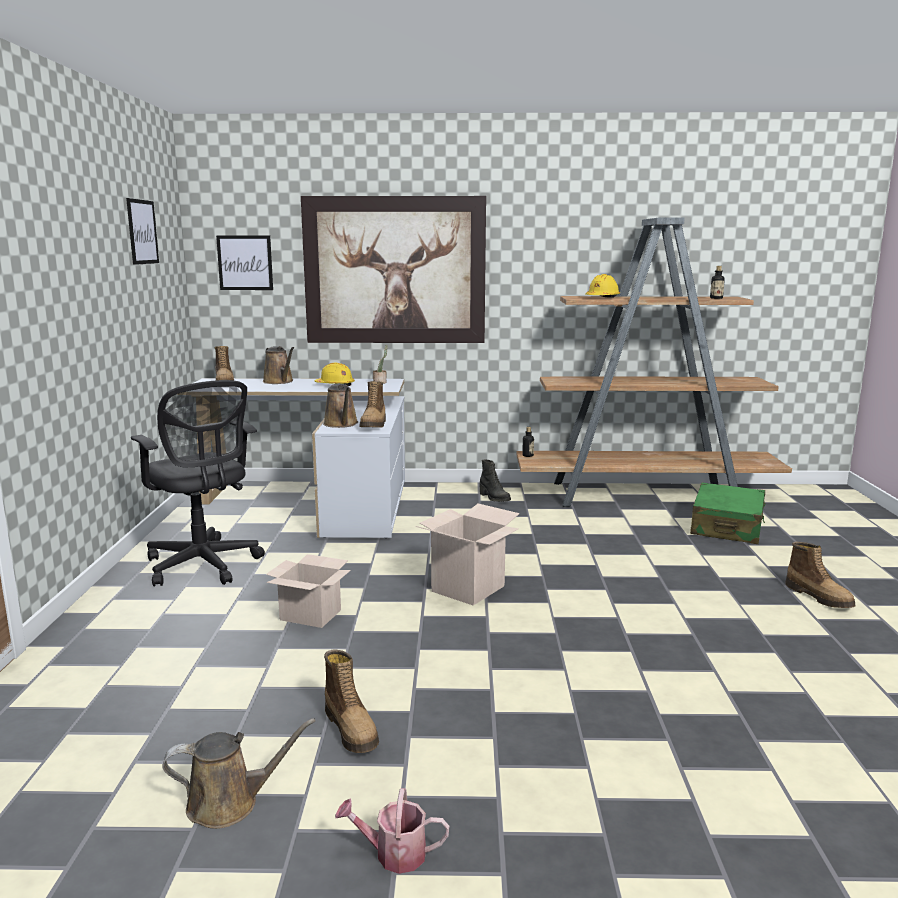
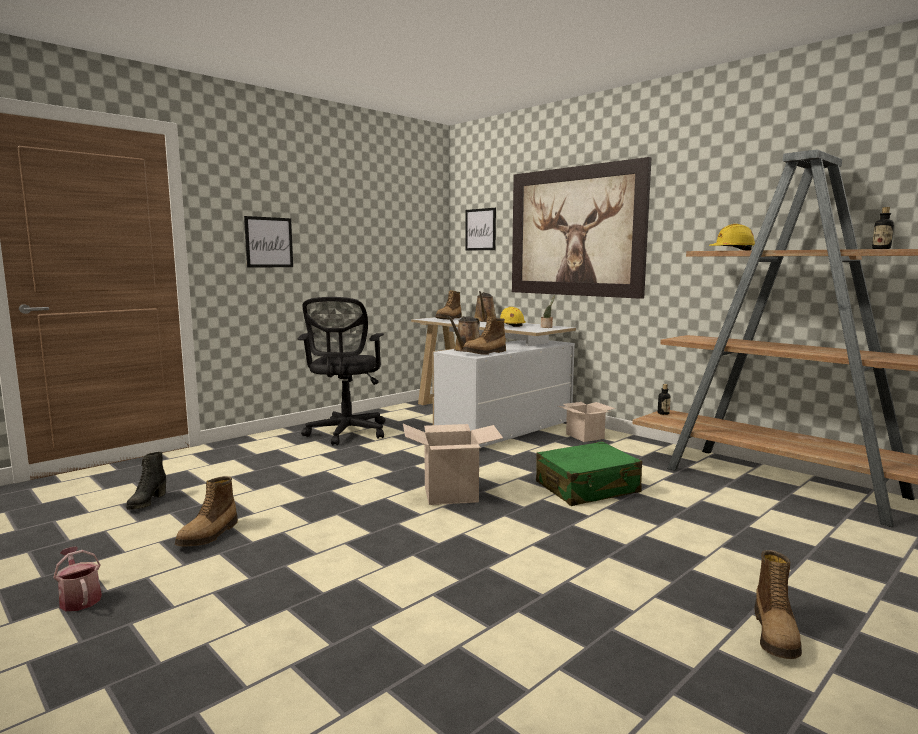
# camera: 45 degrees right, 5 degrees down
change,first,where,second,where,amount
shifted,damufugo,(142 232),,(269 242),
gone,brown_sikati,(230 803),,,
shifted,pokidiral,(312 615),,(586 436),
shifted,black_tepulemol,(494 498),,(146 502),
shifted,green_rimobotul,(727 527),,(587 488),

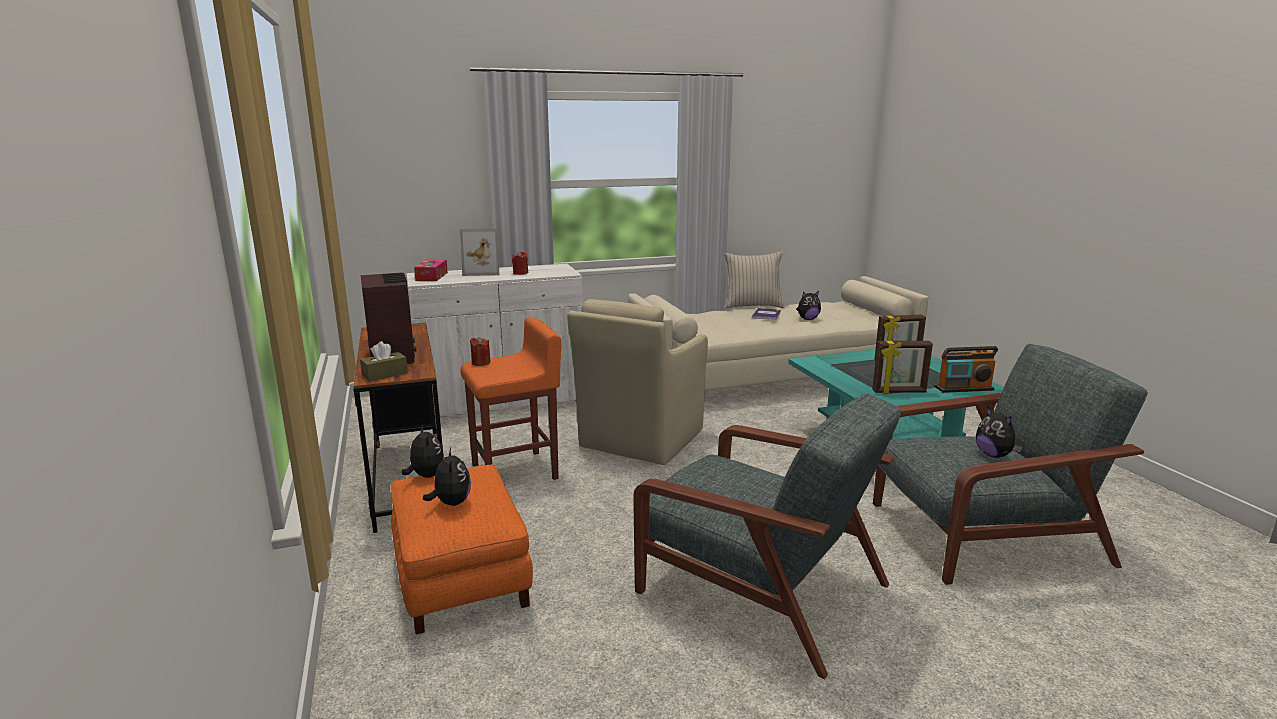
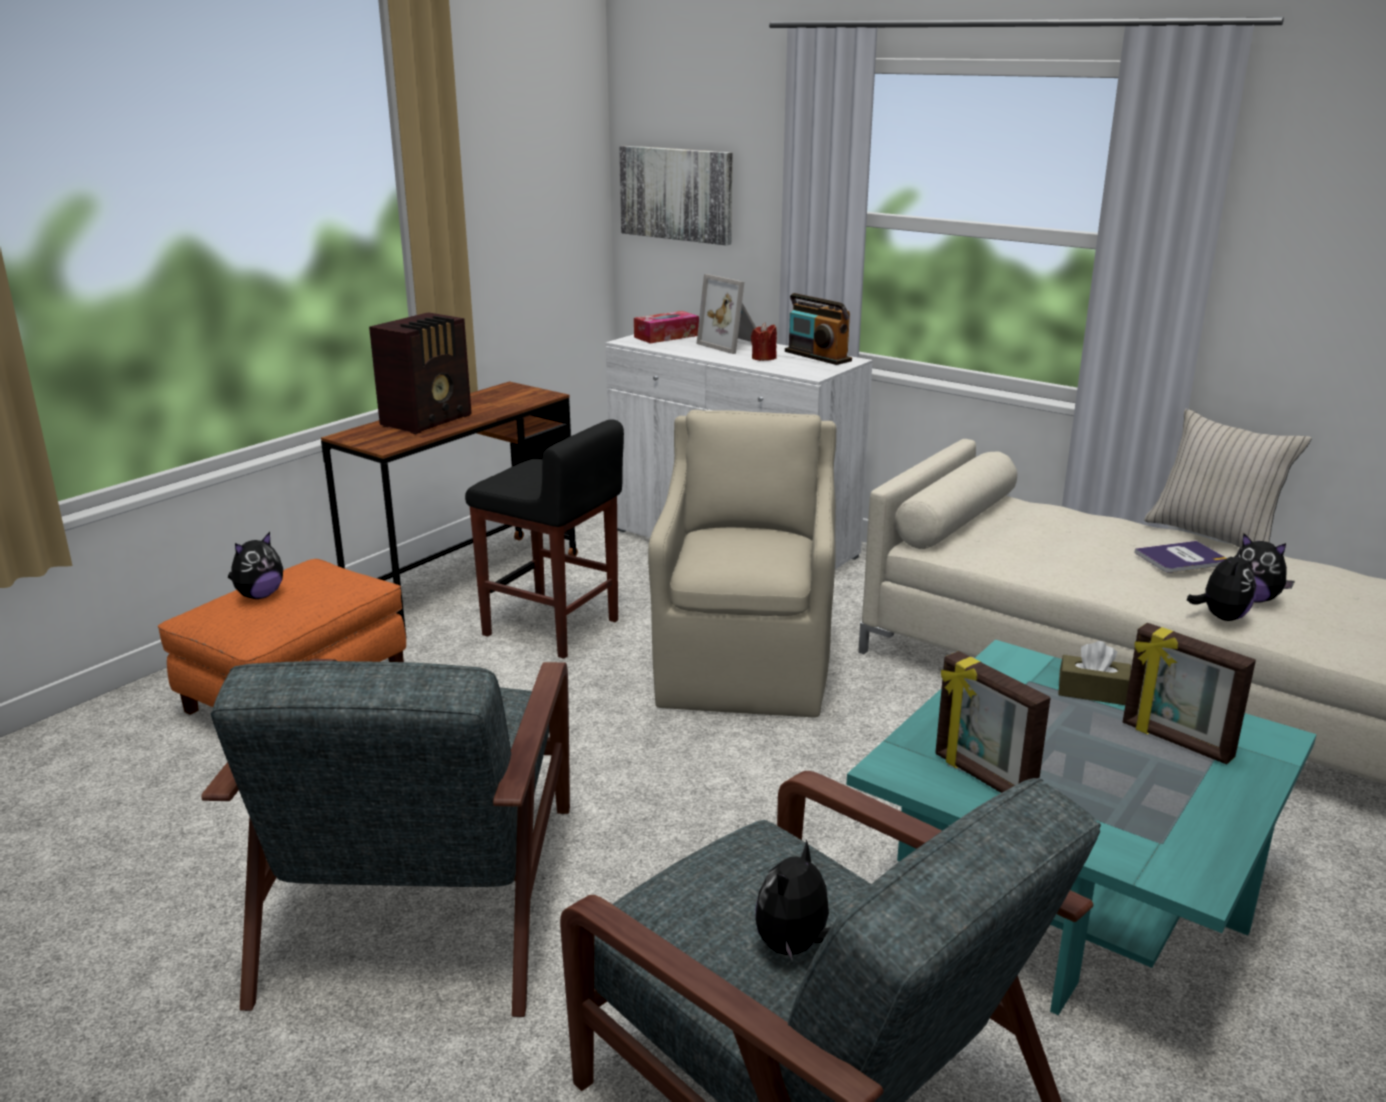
# camera: 55 degrees right, 5 degrees up
change,first,where,second,where,amount
shifted,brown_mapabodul,(385 374),,(1092 692),
shifted,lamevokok,(426 476),,(1221 617),
repainted,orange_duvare,(516 471),black_duvare,(552 628),
gone,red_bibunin,(481 363),,,
rotated,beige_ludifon,(639 439),,(745 668),105 degrees clockwise
shifted,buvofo,(964 388),,(817 356),
new,,,damufugo,(677 194),

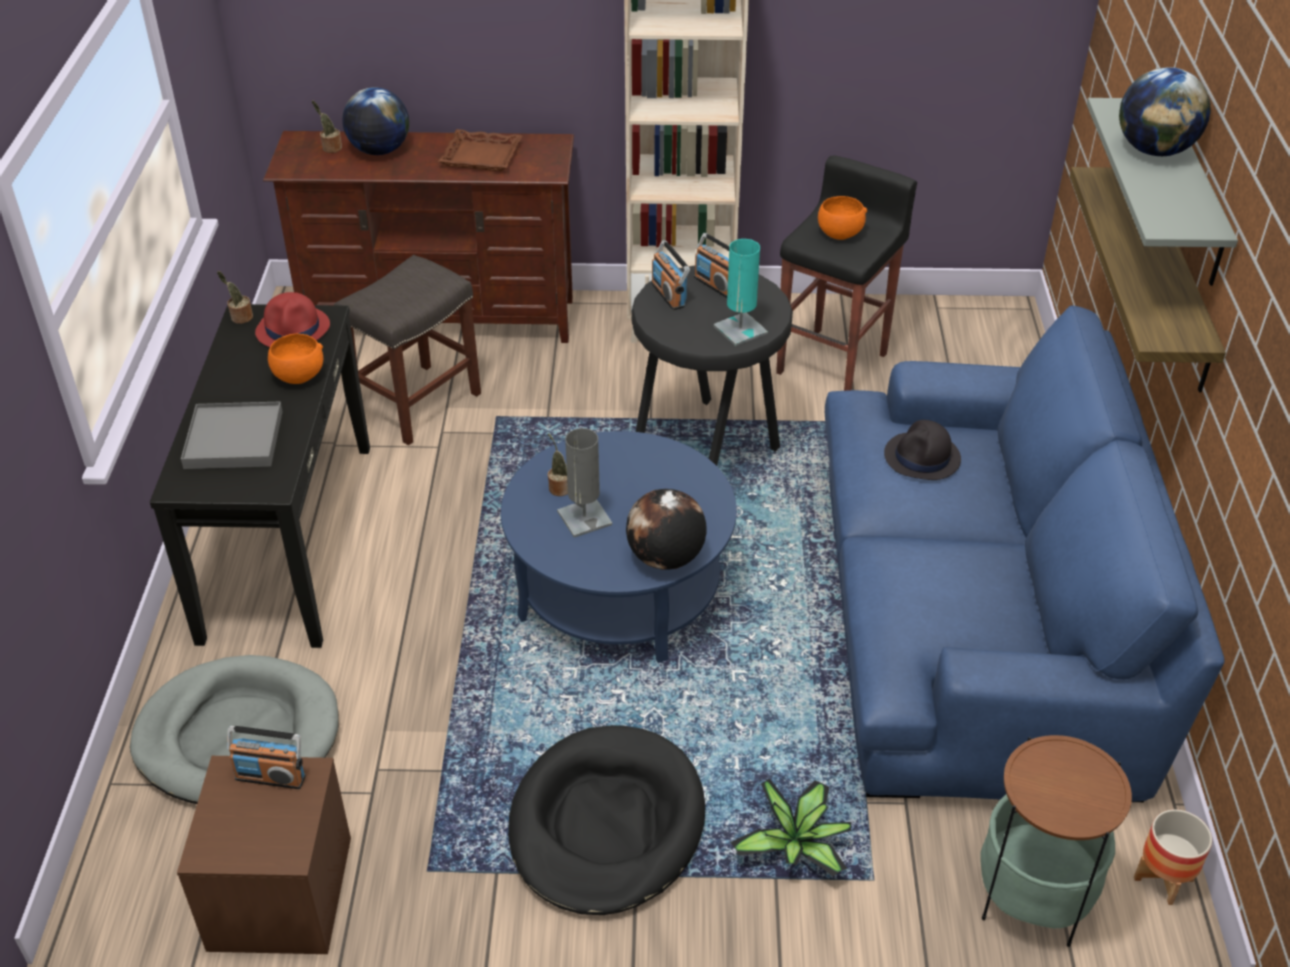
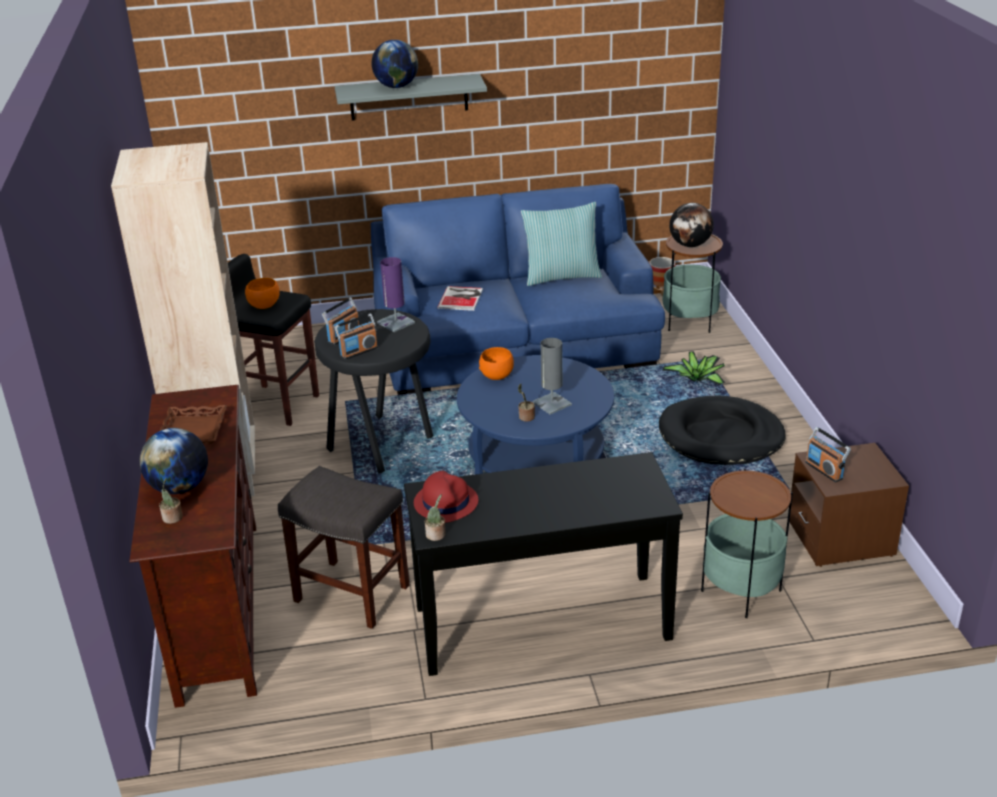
# camera: 100 degrees left, 10 degrees down
change,first,where,second,where,amount
swapped,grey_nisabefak,(238 736),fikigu,(741 591),
gone,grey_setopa,(233 439),,,
rotated,buvofo,(271 777),,(824 470),150 degrees clockwise
shifted,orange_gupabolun,(298 376),,(497 376),
shifted,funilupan,(665 558),,(690 245),
repainted,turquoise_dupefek,(740 330),purple_dupefek,(396 323),
swapped,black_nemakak,(922 458),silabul,(461 298),
gone,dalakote,(1174 280),,,
new,,,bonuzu,(561 276),

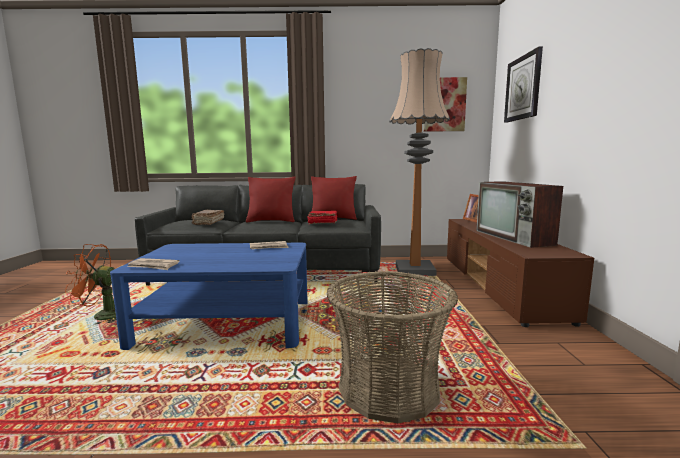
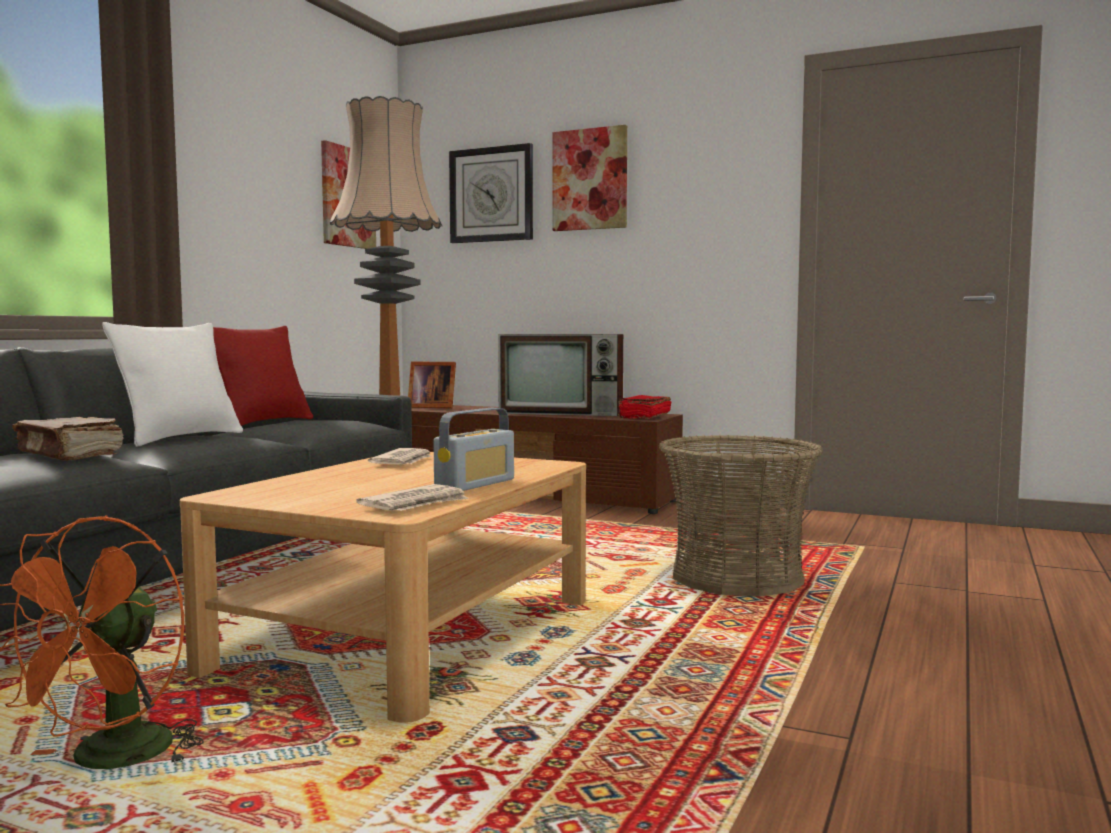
# camera: 65 degrees left, 5 degrees down
change,first,where,second,where,amount
repainted,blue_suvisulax,(226 322),beige_suvisulax,(409 633),
repainted,red_bonuzu,(271 221),white_bonuzu,(180 438),
shifted,red_silabul,(322 223),,(644 417),
new,,,buvofo,(475 484),
new,,,damufugo,(590 179),

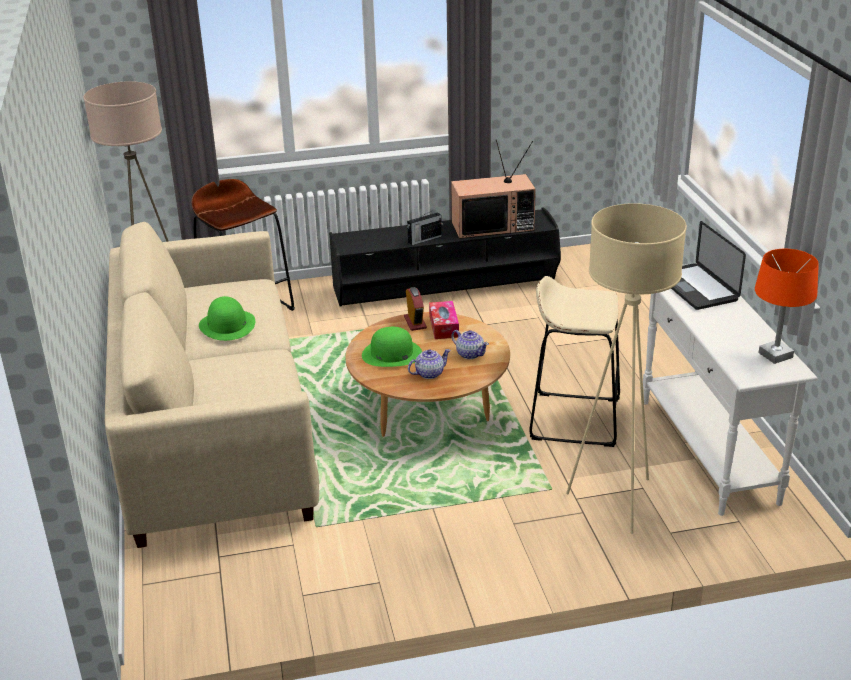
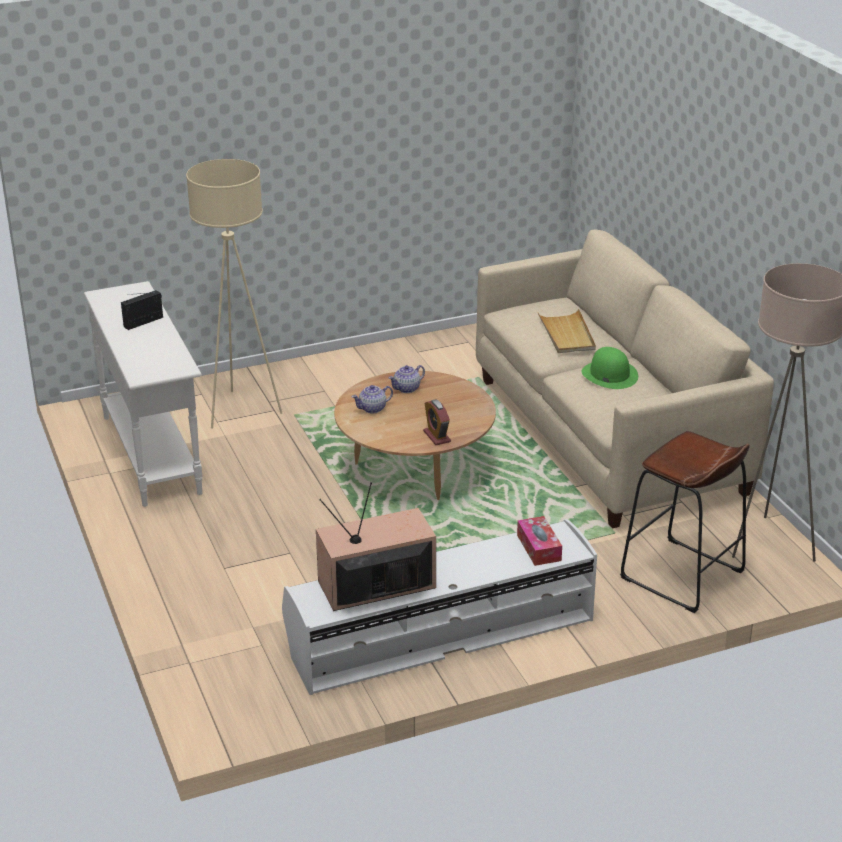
# camera: 170 degrees right, 0 degrees up
change,first,where,second,where,amount
repainted,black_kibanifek,(446 286),white_kibanifek,(439 633),
gone,green_nemakak,(391 354),,,
shifted,buvofo,(424 239),,(144 322),
shifted,mapabodul,(444 326),,(539 548),
rotated,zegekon,(470 354),,(373 409),60 degrees counterclockwise
gone,beige_duvare,(574 419),,,
gone,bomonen,(696 288),,,
gone,orange_dupefek,(775 355),,,
new,,,beige_setopa,(567 334),

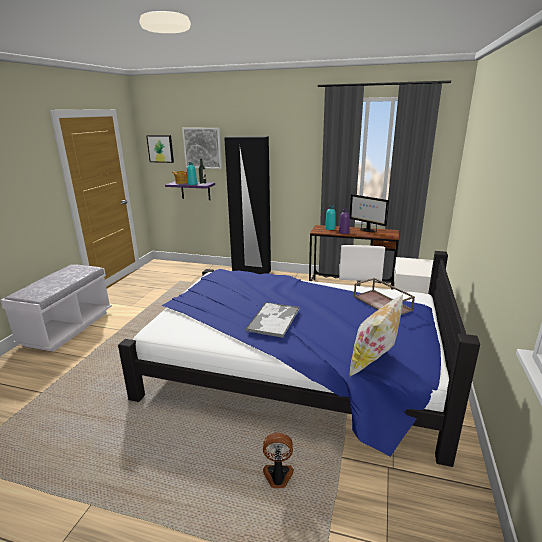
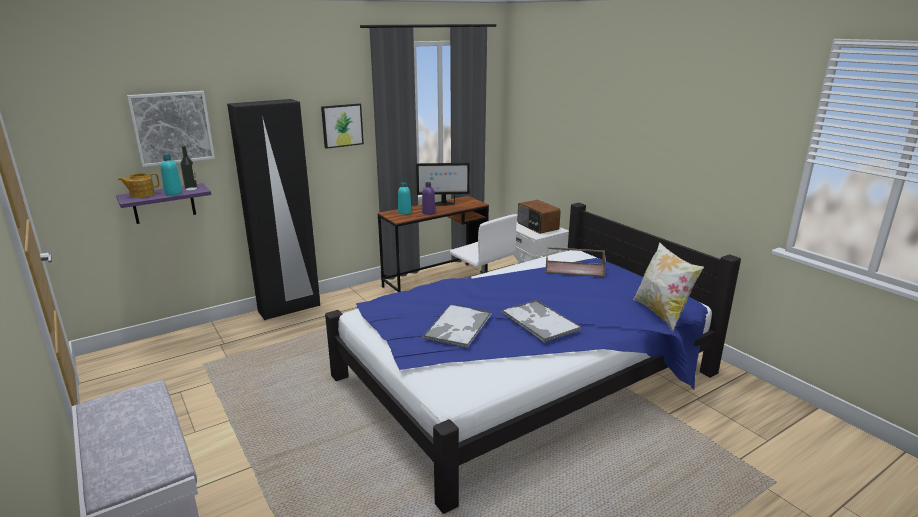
# camera: 50 degrees left, 0 degrees up
change,first,where,second,where,amount
shifted,damufugo,(160 148),,(342 125),
gone,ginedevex,(278 477),,,
new,,,setopa,(458 326),
new,,,buvofo,(537 226),

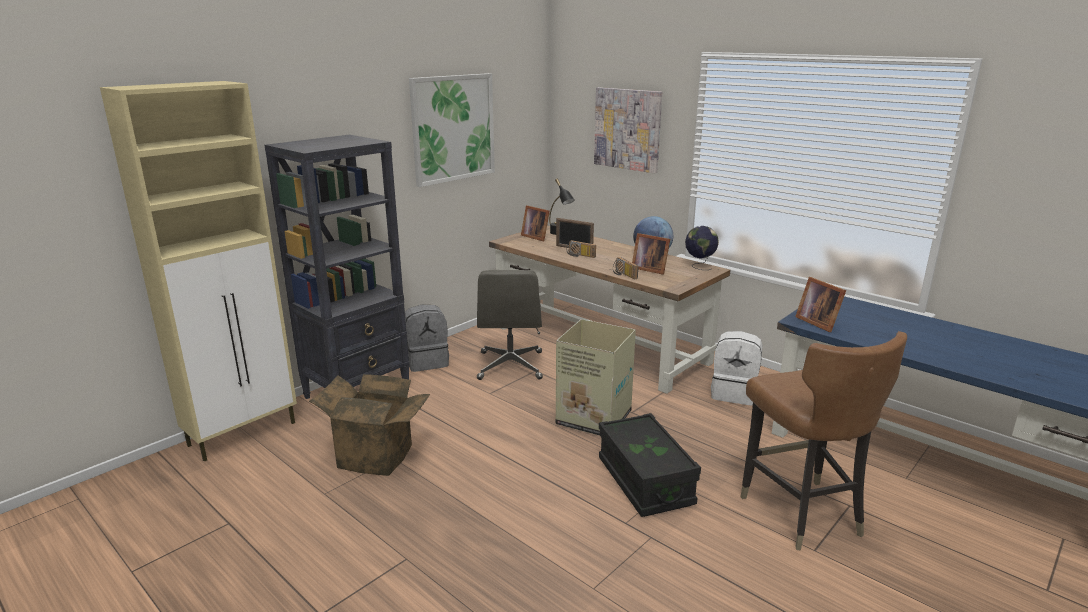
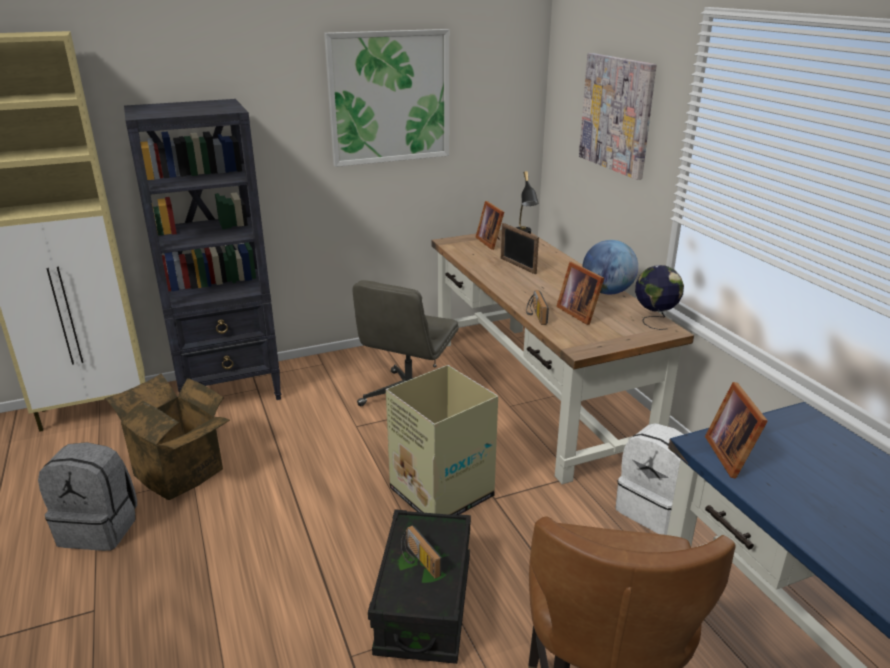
# camera: 25 degrees right, 5 degrees up
change,first,where,second,where,amount
shifted,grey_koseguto,(427 361),,(100 528),
shifted,buvofo,(580 255),,(418 561),

